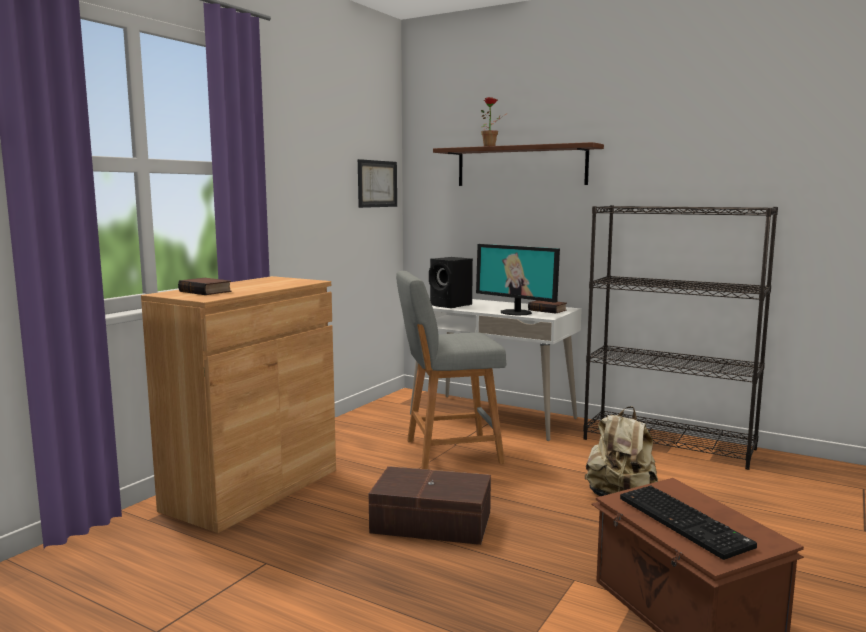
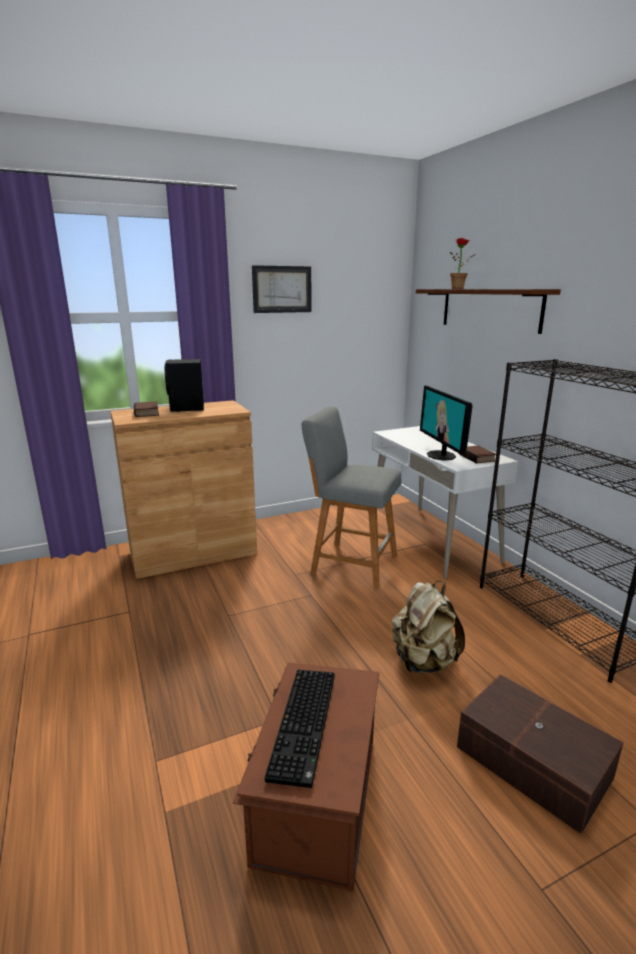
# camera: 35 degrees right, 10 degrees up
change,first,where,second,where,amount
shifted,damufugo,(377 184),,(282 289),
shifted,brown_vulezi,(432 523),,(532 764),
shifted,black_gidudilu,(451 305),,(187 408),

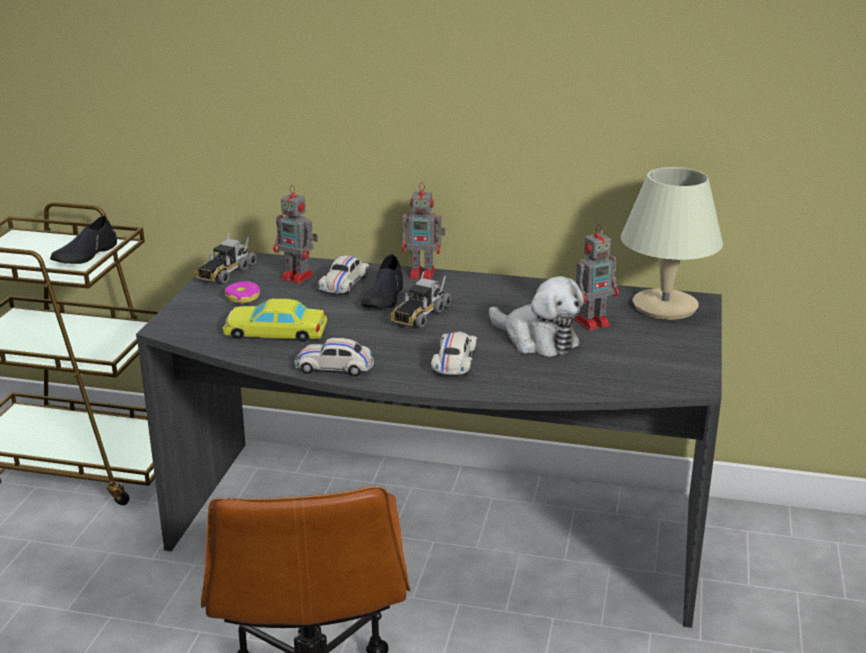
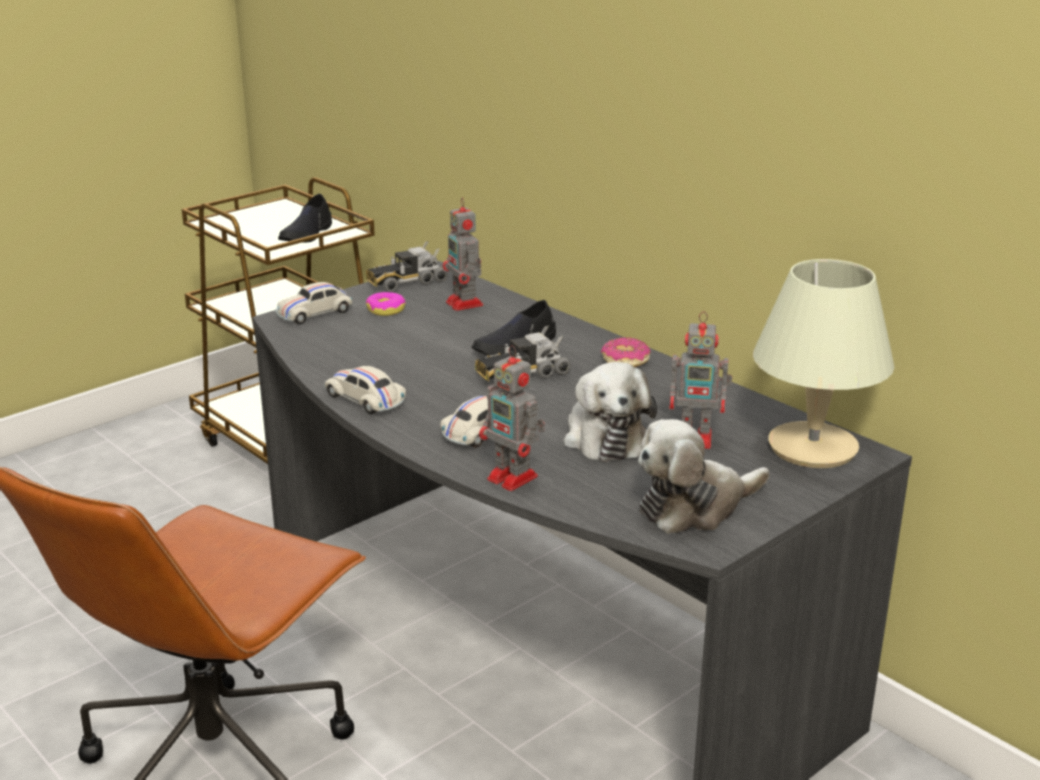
# camera: 35 degrees right, 0 degrees up
change,first,where,second,where,amount
rotated,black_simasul,(85 255),,(306 234),45 degrees counterclockwise
gone,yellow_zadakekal,(275 331),,,
shifted,white_zadakekal,(344 283),,(315 313),
shifted,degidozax,(424 273),,(514 479),
new,,,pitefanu,(625 360),
new,,,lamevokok,(695 507),

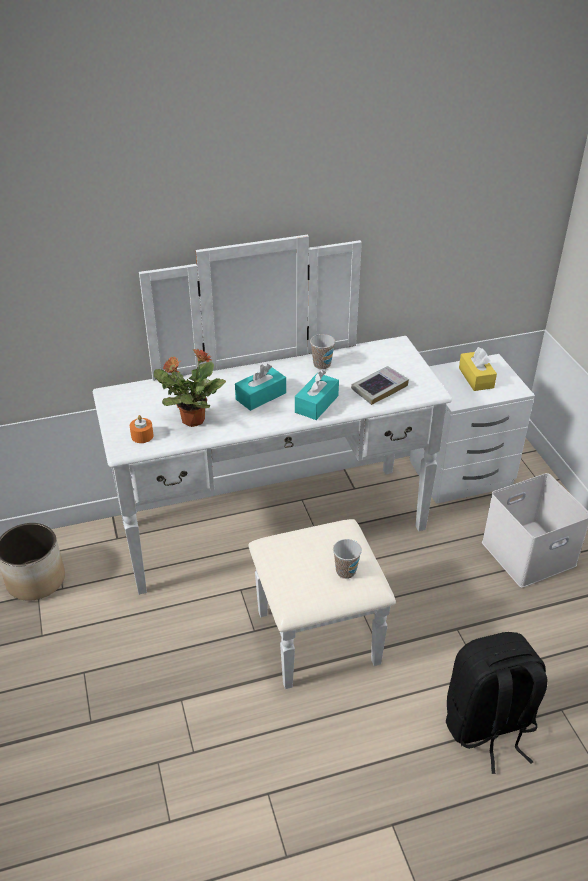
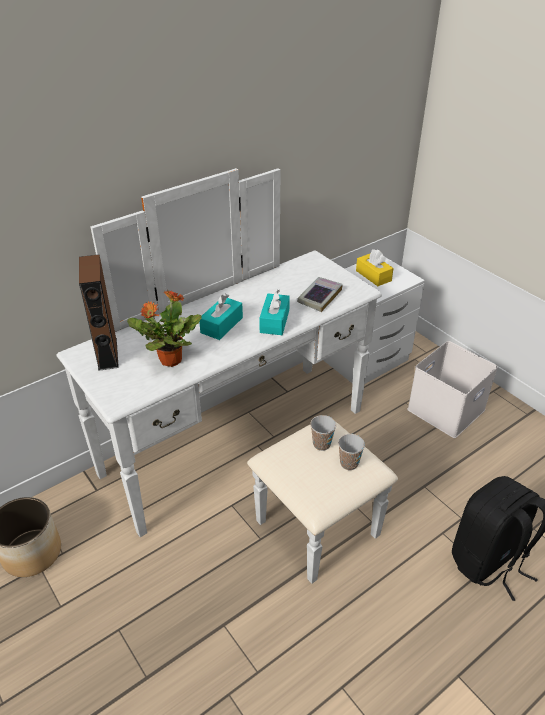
# camera: 20 degrees left, 0 degrees up
change,first,where,second,where,amount
gone,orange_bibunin,(142 436),,,
shifted,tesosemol,(322 365),,(321 444),
new,,,brown_gidudilu,(107 353),

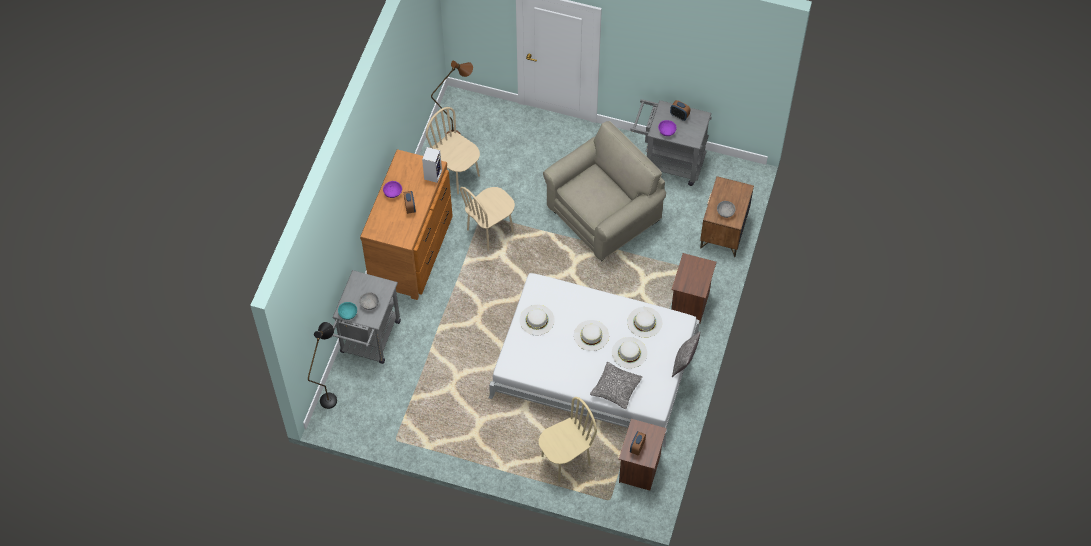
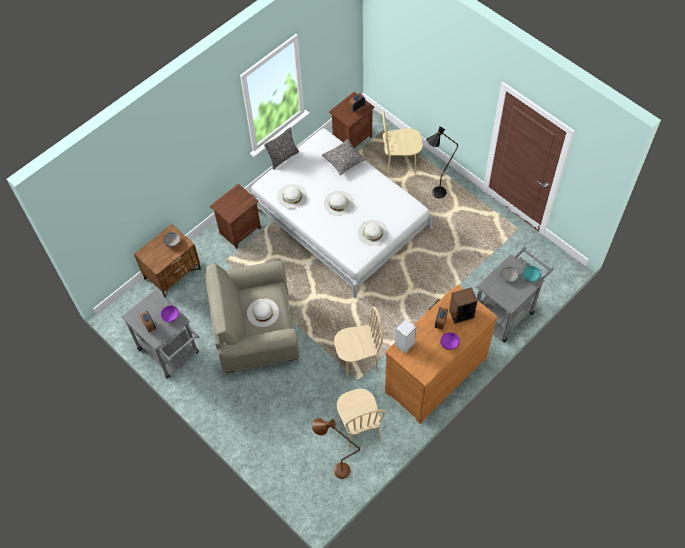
# camera: 150 degrees left, 0 degrees up
change,first,where,second,where,amount
shifted,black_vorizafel,(331 395),,(435 195),
shifted,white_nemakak,(629 352),,(263 312),
new,,,gidudilu,(461 314),

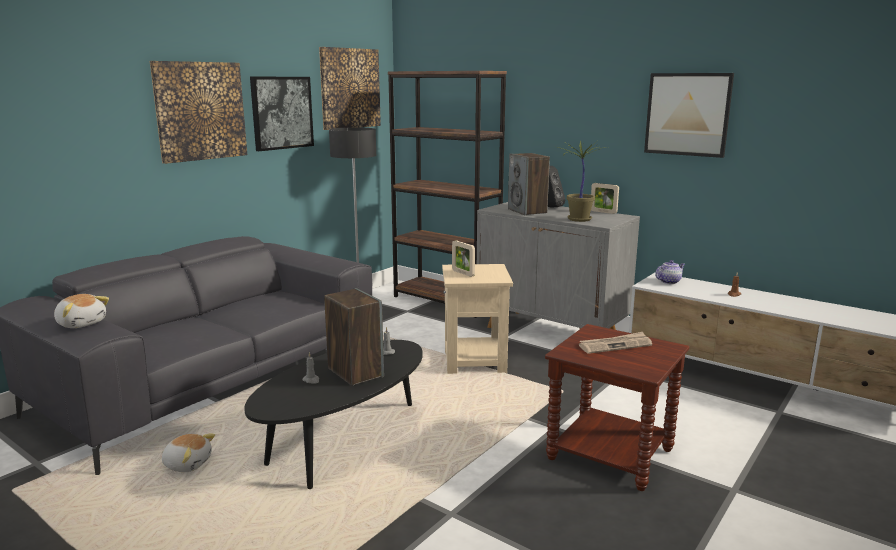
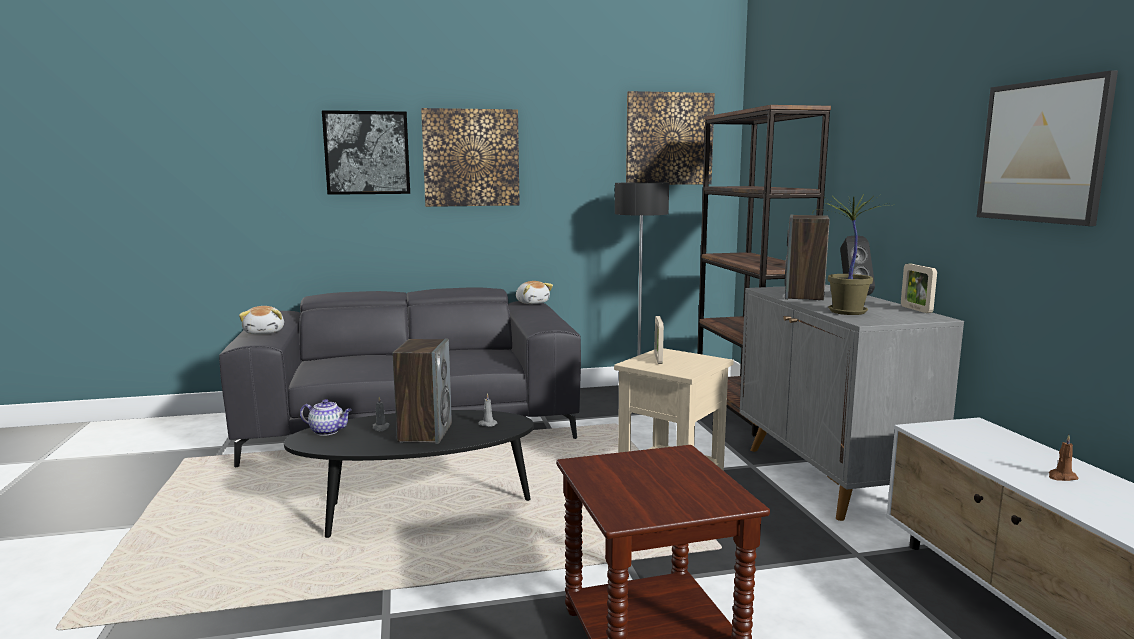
# camera: 40 degrees right, 5 degrees down
change,first,where,second,where,amount
shifted,lamevokok,(188 463),,(532 303),
shifted,damufugo,(281 112),,(367 153),
gone,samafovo,(615 345),,,
shifted,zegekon,(669 281),,(328 431),

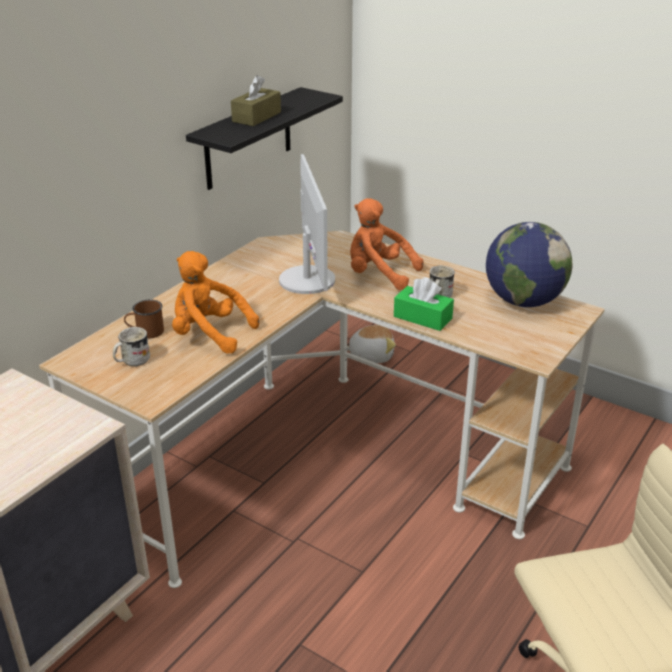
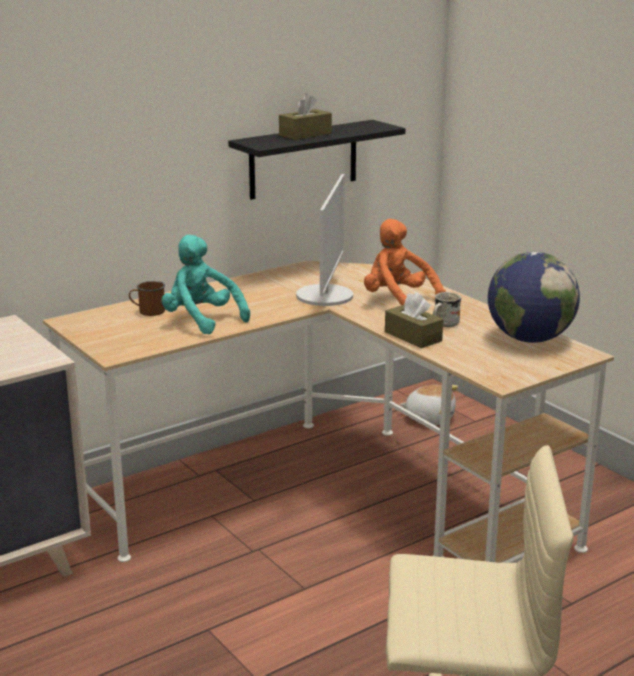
# camera: 20 degrees right, 10 degrees down
change,first,where,second,where,amount
gone,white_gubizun,(131 361),,,
repainted,orange_lamevokok,(209 334),turquoise_lamevokok,(201 320),
repainted,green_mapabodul,(422 317),brown_mapabodul,(413 336),

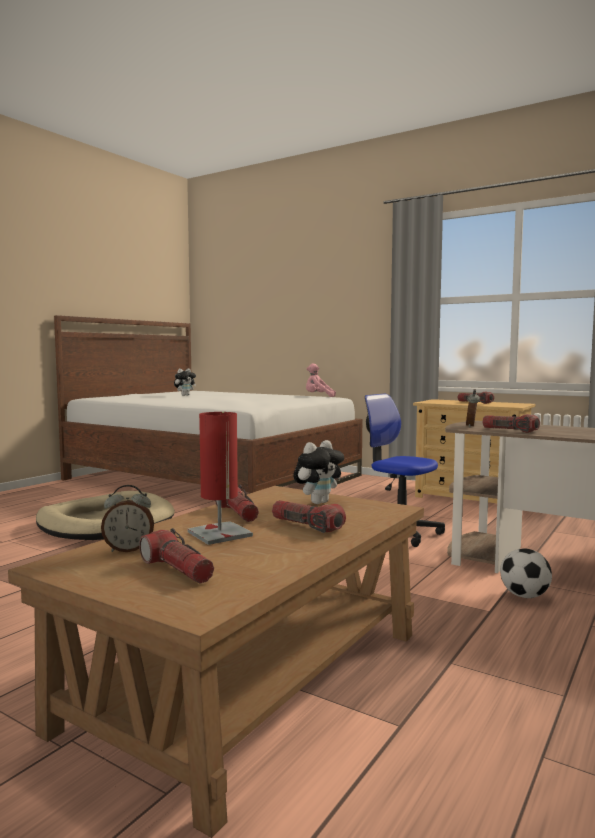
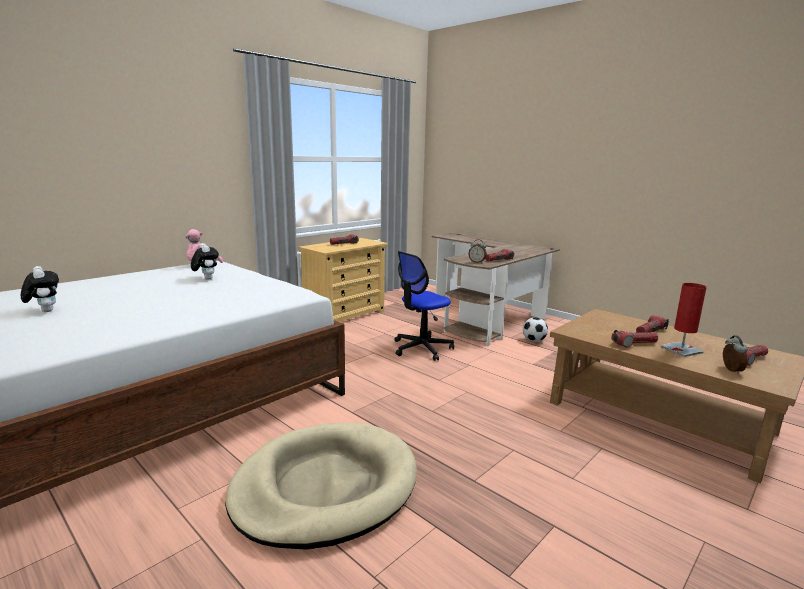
# camera: 80 degrees left, 10 degrees up
change,first,where,second,where,amount
shifted,lamevokok,(318 502),,(206 278),

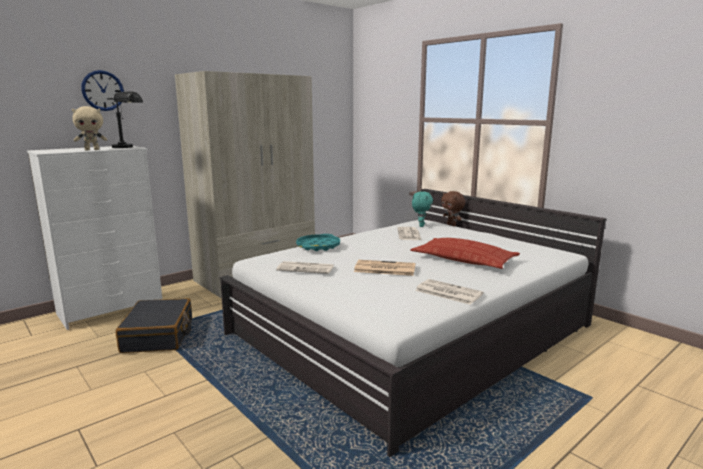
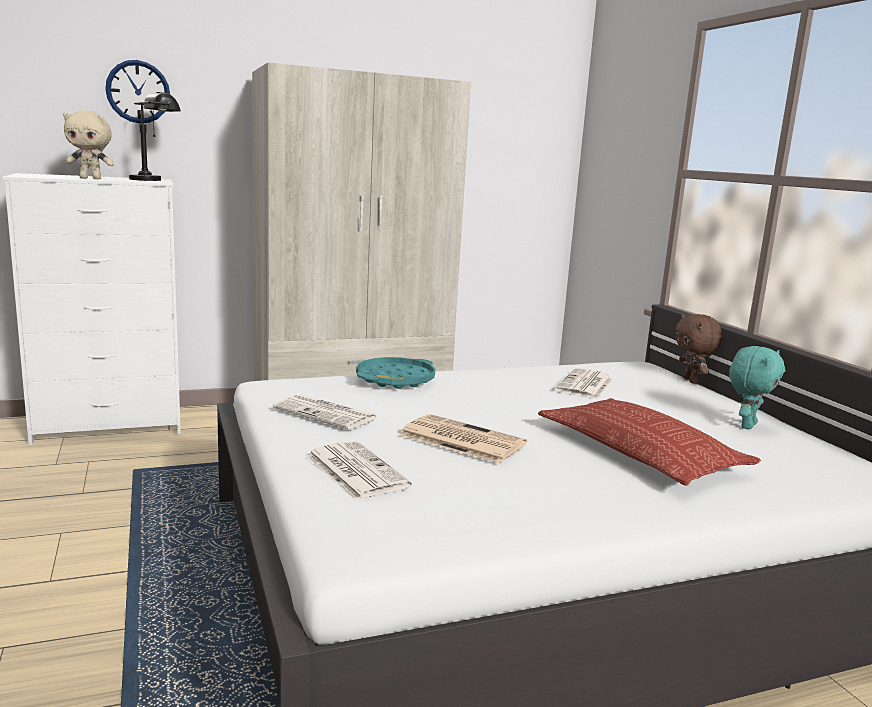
# camera: 20 degrees right, 0 degrees up
change,first,where,second,where,amount
gone,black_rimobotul,(158 336),,,
shifted,turquoise_lamevokok,(421 225),,(746 425),
shifted,samafovo,(447 292),,(354 471),

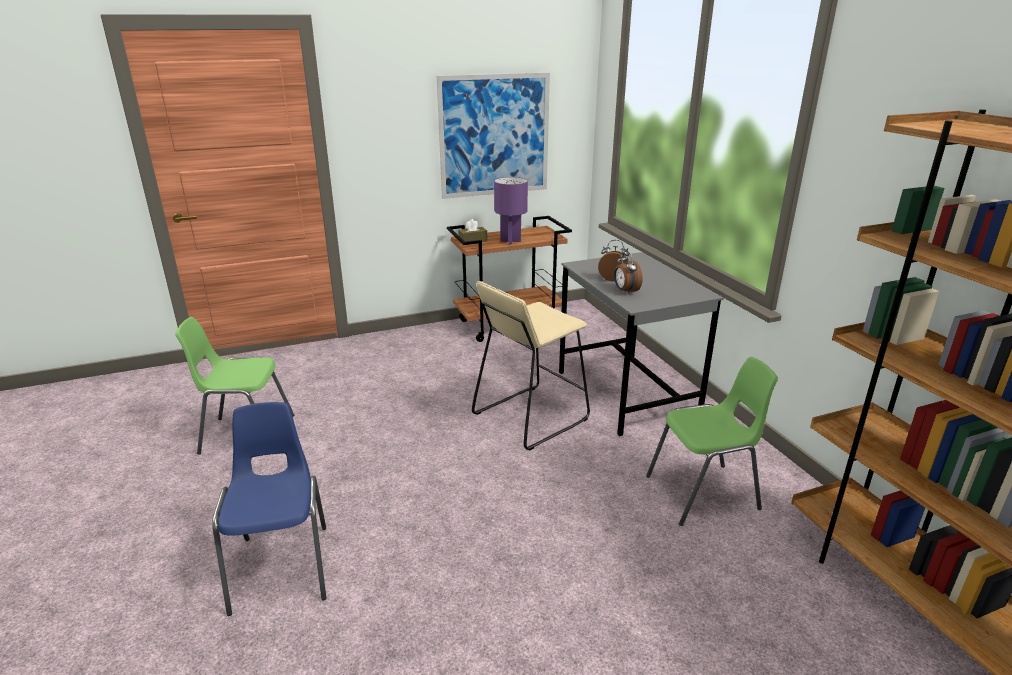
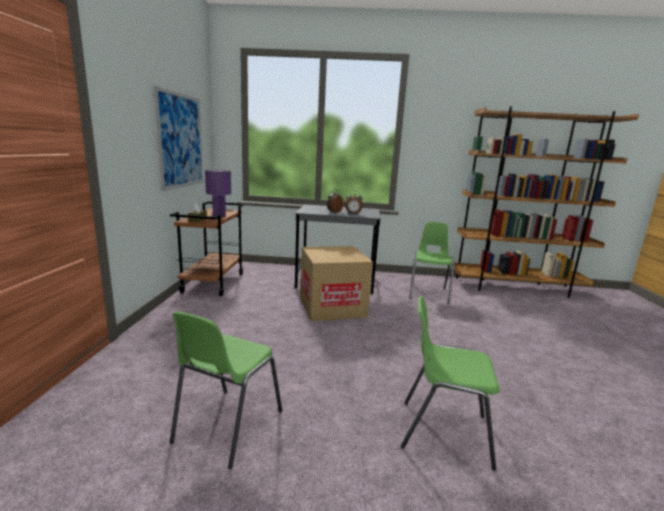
# camera: 65 degrees left, 10 degrees down
change,first,where,second,where,amount
repainted,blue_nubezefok,(283 567),green_nubezefok,(443 431),
swapped,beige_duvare,(530 416),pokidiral,(332 307),

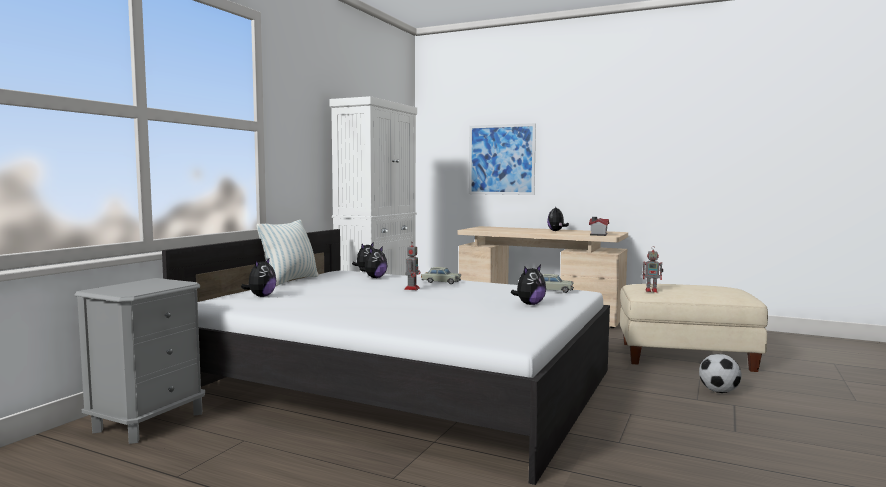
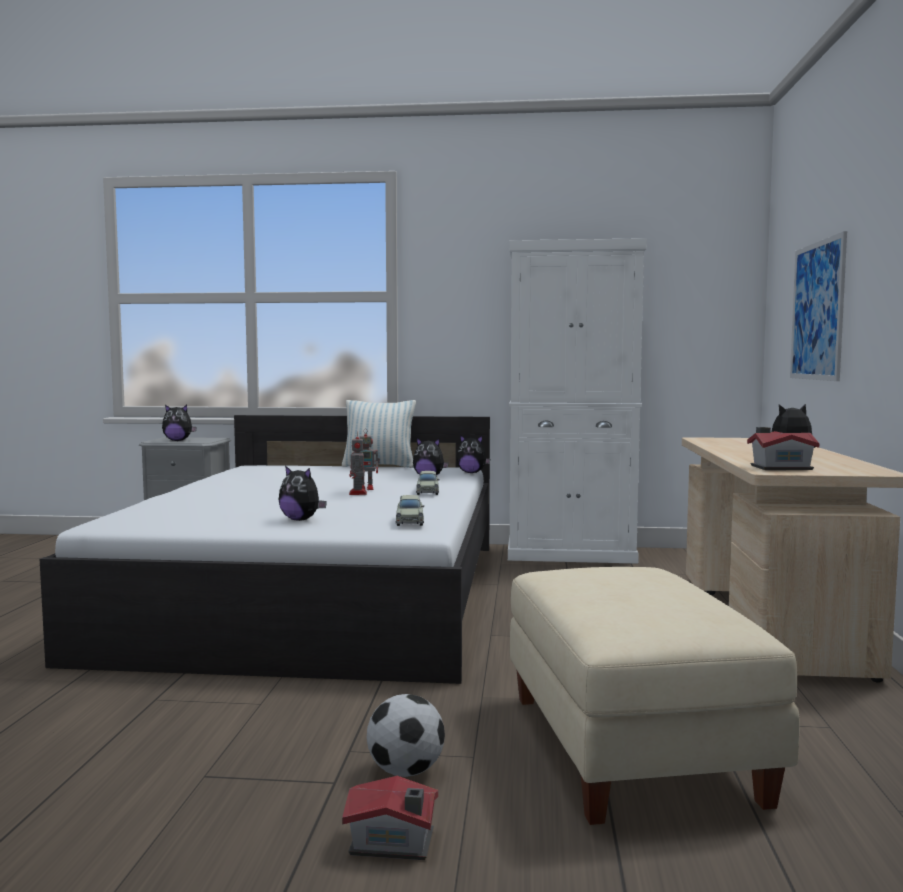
# camera: 70 degrees right, 0 degrees up
change,first,where,second,where,amount
shifted,lamevokok,(261 296),,(178 441),
shifted,degidozax,(652 291),,(358 493),
new,,,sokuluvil,(394 844),

